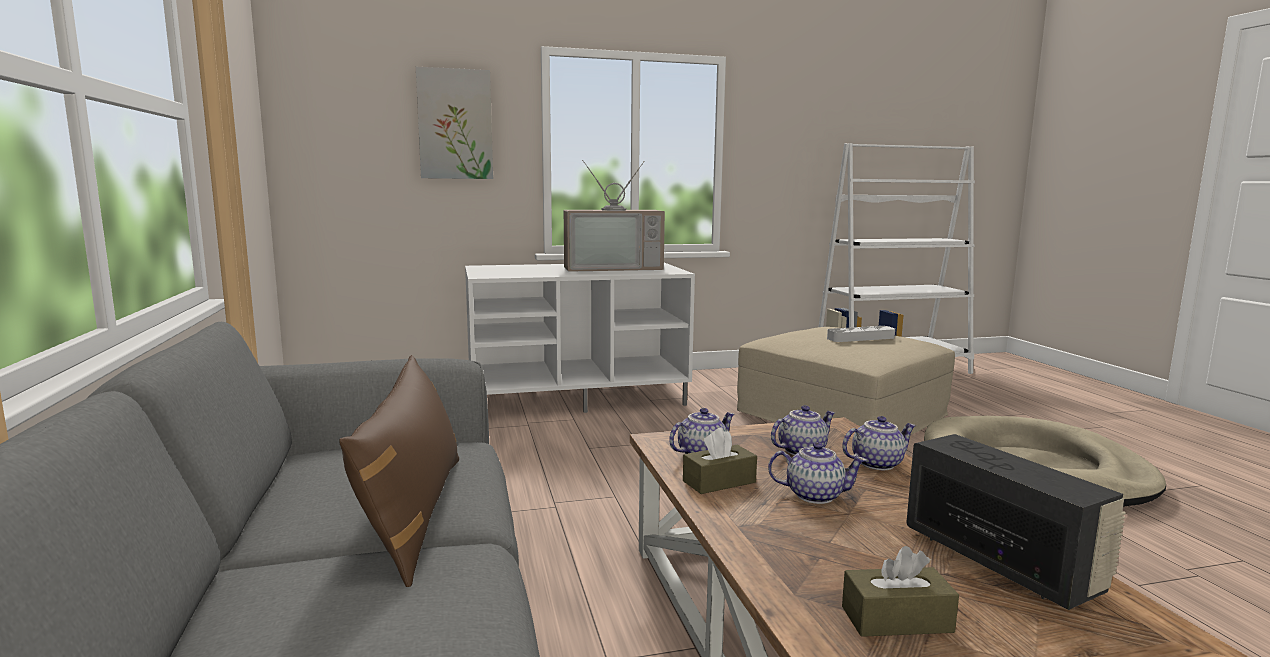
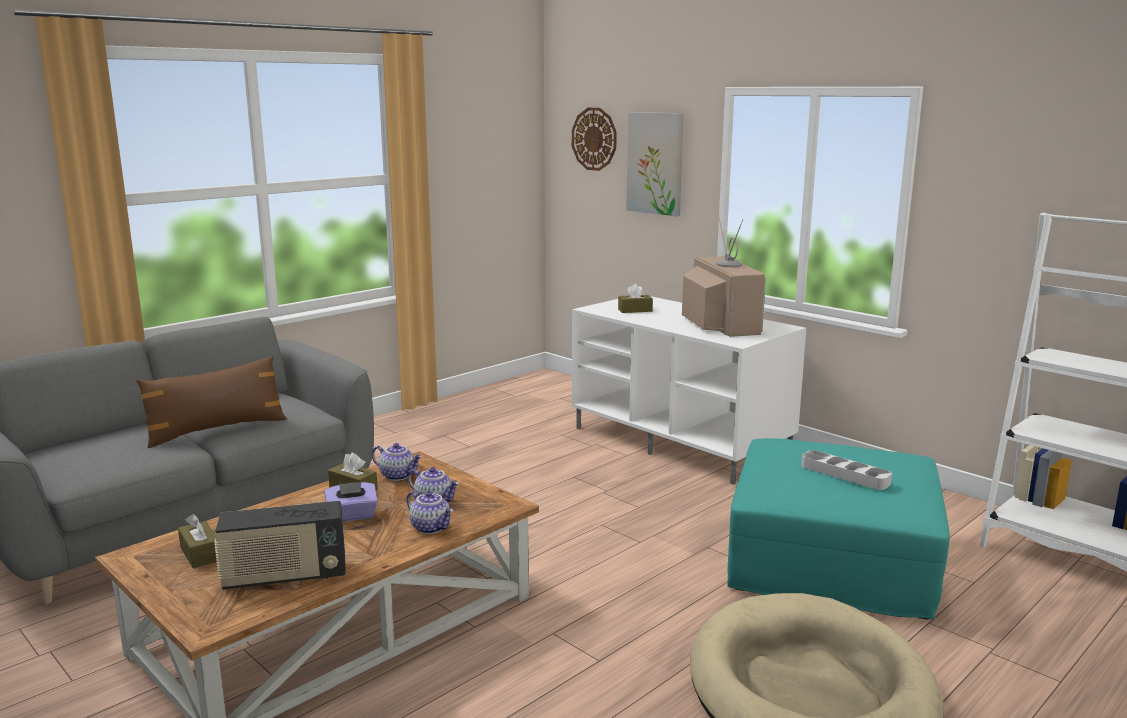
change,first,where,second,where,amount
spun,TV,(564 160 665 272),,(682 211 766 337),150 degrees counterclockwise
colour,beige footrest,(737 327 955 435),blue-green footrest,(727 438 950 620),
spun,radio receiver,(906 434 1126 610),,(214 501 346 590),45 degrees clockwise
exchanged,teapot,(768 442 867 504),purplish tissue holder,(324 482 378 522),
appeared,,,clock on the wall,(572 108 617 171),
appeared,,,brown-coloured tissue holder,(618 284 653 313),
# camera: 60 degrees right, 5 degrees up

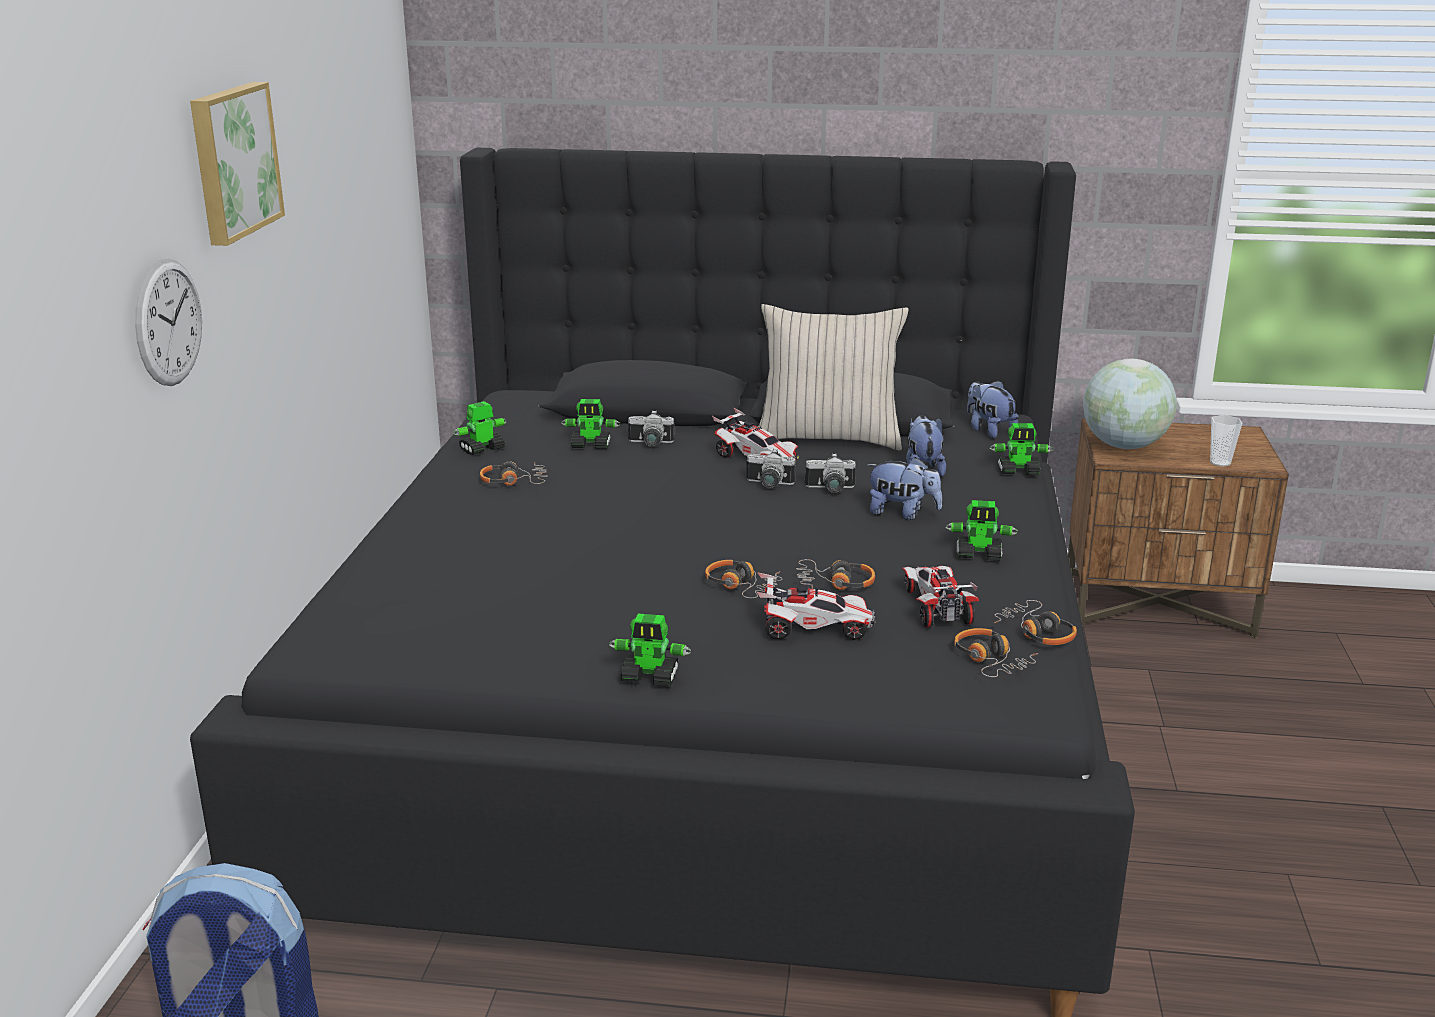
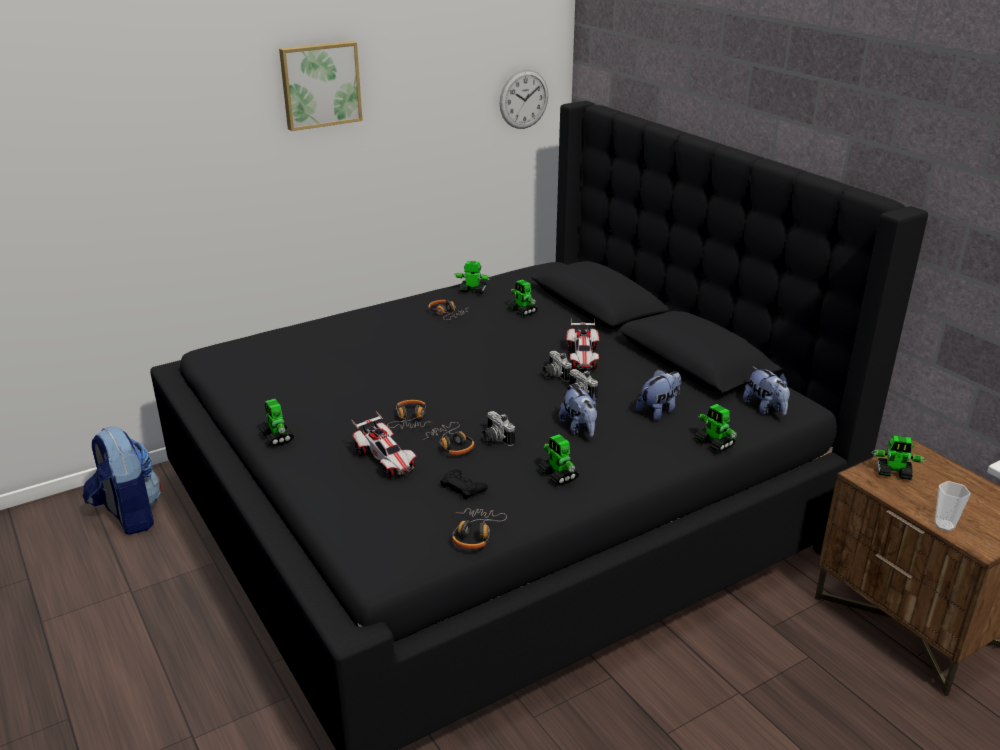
change,first,where,second,where,amount
relocated,clock on the wall,(135 258 202 386),,(500 70 548 129),
missing,beige throw pillow,(758 304 909 450),,,
exchanged,globe,(1083 359 1177 449),robot figure,(872 435 926 480),
spun,cuddly toy,(967 381 1019 439),,(743 367 790 416),135 degrees clockwise
relocated,photo camera,(628 410 675 447),,(482 411 515 446),
exchanged,toy car,(902 566 979 627),blackish gamepad,(440 469 488 499),
missing,headset,(954 628 1038 677),,,
# camera: 50 degrees right, 5 degrees up

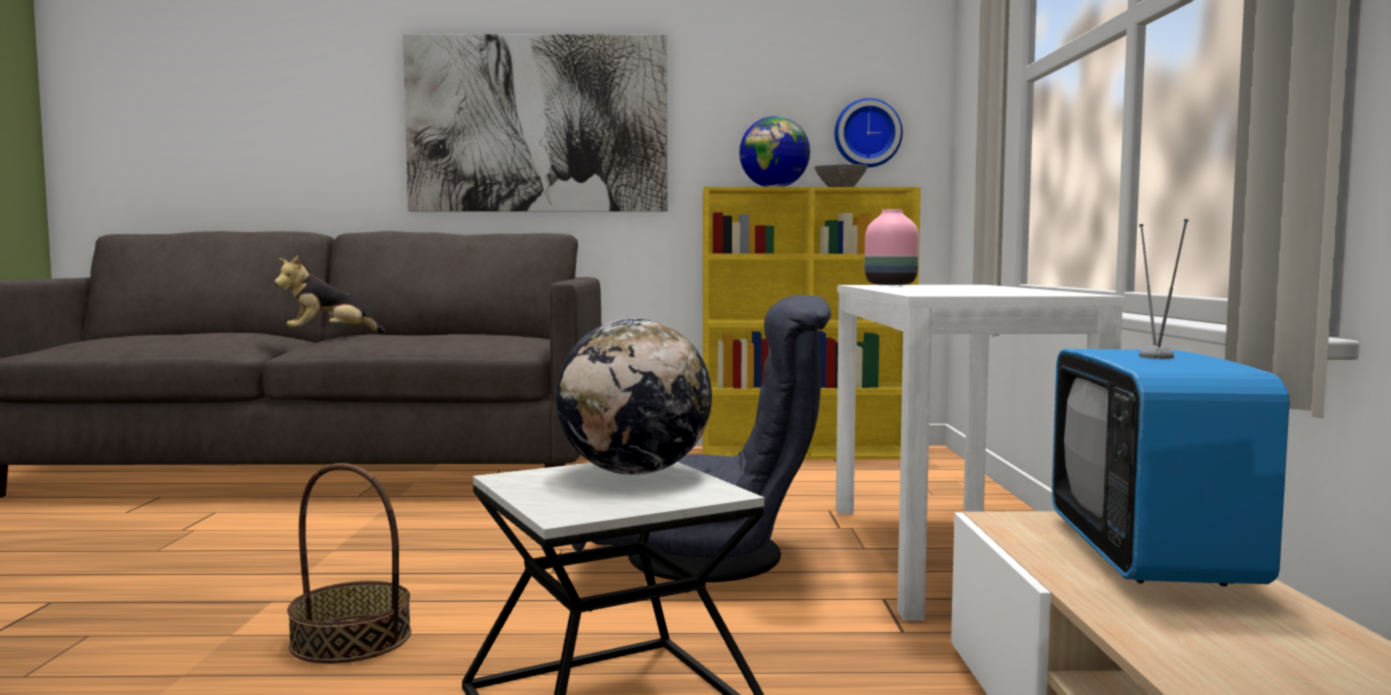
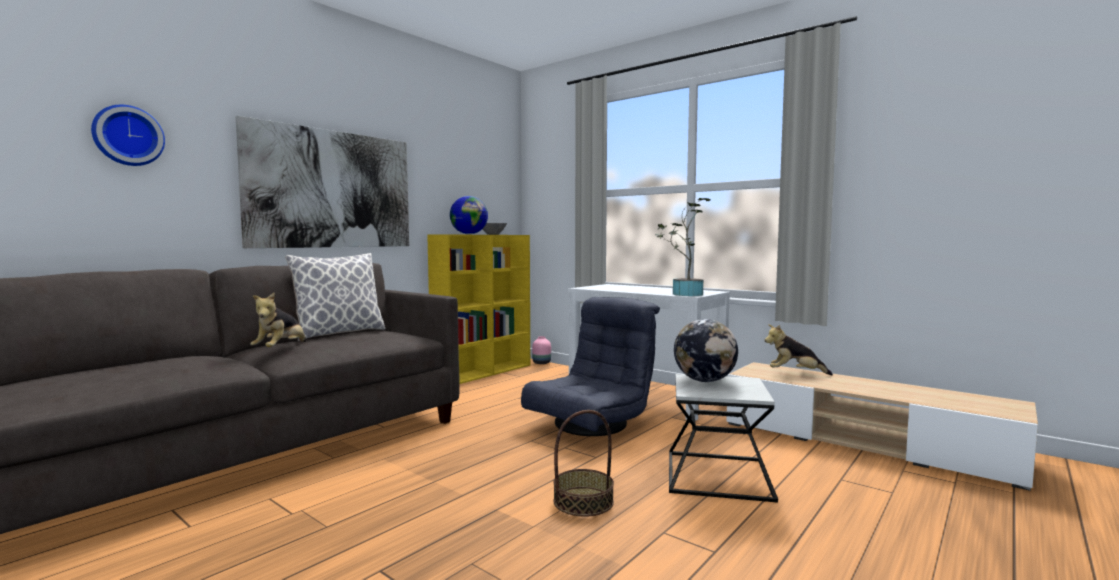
change,first,where,second,where,amount
relocated,clock on the wall,(834 98 903 167),,(91 105 165 166),
relocated,pink decorative vase,(865 209 919 285),,(532 336 551 364),
exchanged,TV,(1052 219 1290 586),cuddly toy,(765 324 833 375),
appeared,,,houseplant,(655 198 711 296),
appeared,,,throw pillow,(285 253 385 341),
# camera: 50 degrees left, 0 degrees up

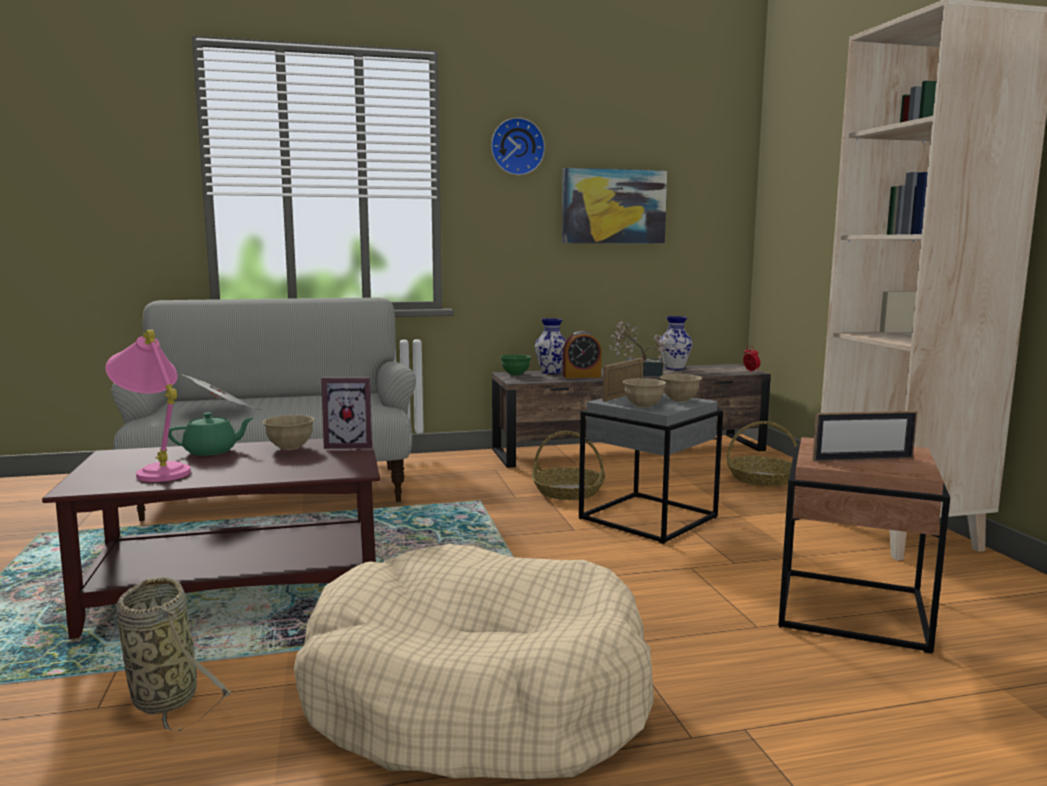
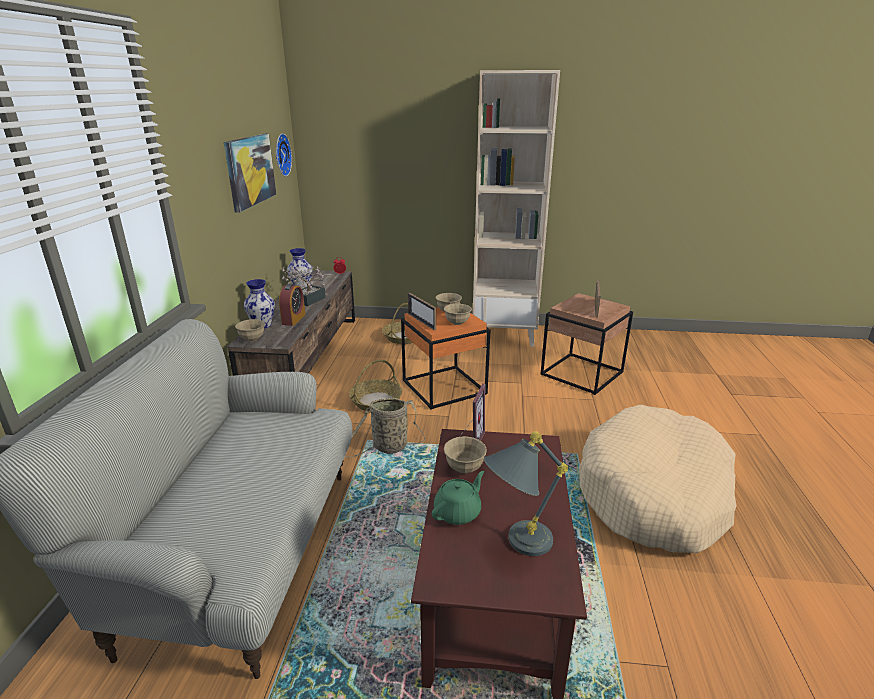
change,first,where,second,where,amount
relocated,clock on the wall,(491 117 545 175),,(276 133 292 177),
colour,pink table lamp,(105 330 191 482),gray table lamp,(484 431 568 556),
colour,greenish deep dish,(500 354 531 375),beige deep dish,(235 319 265 341),
missing,newspaper,(181 374 260 410),,,
colour,gray side table,(579 393 723 544),orangey side table,(401 307 491 410),
spun,greenish teapot,(168 412 253 456),,(432 471 484 525),45 degrees clockwise
relocated,household basket,(116 577 232 731),,(345 398 425 457),
# camera: 70 degrees left, 15 degrees up

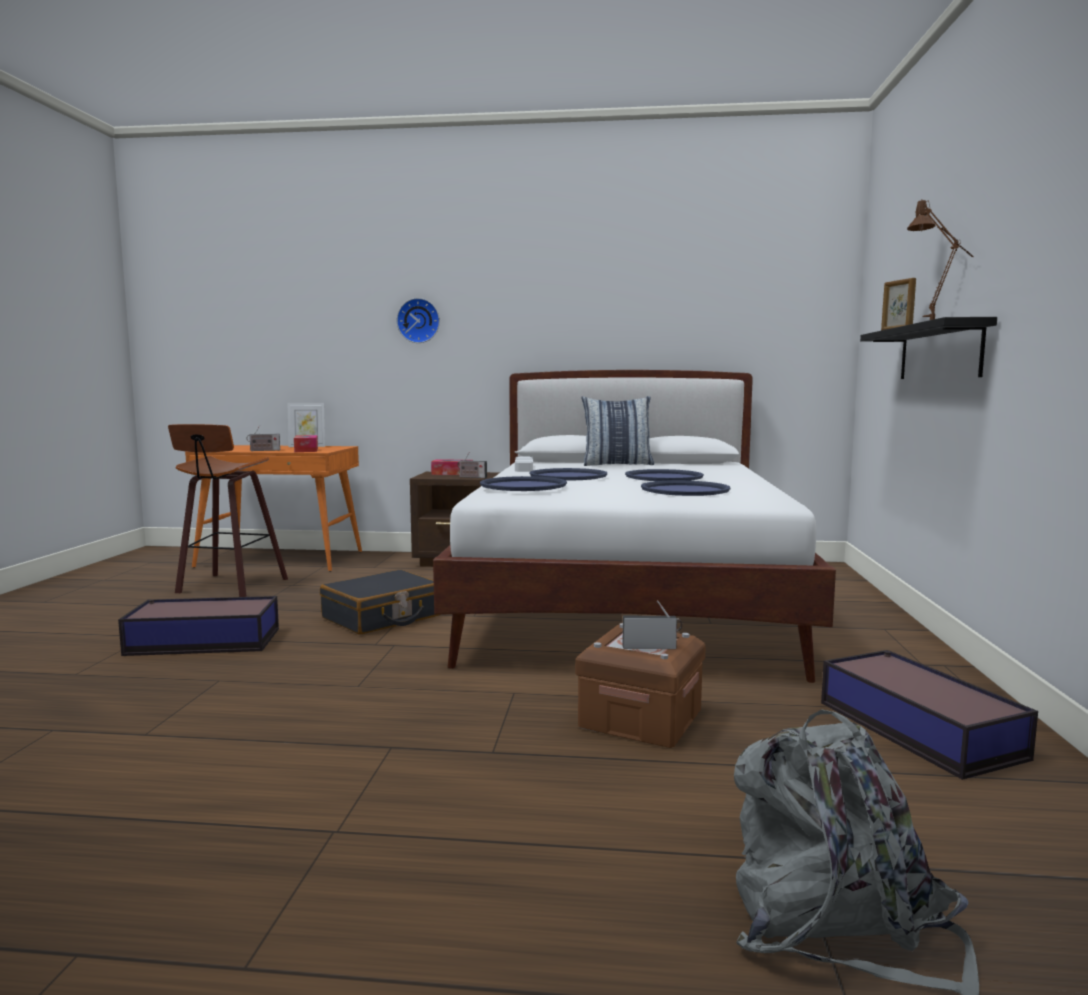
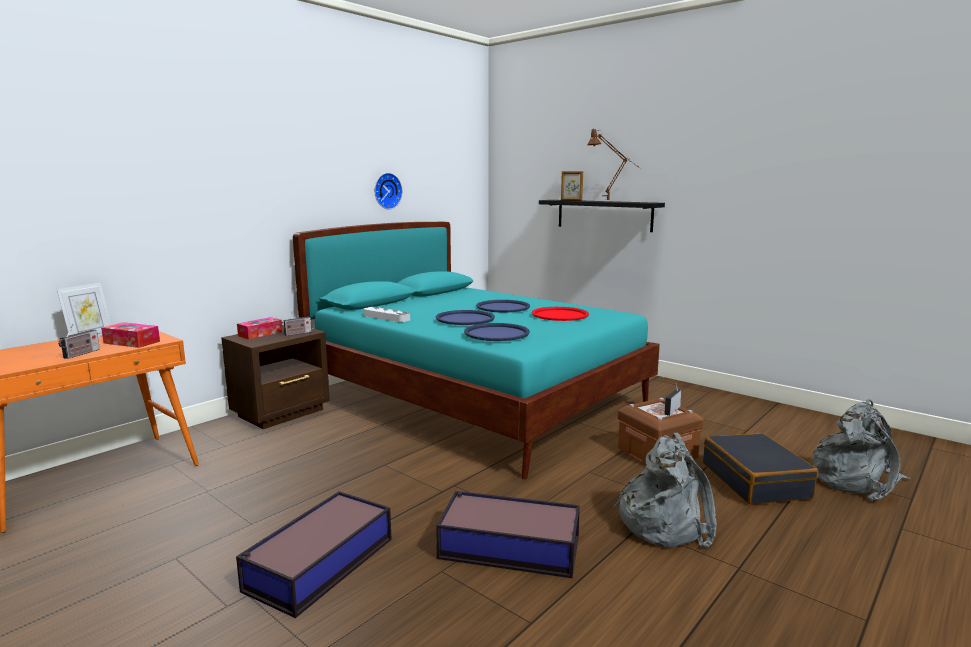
change,first,where,second,where,amount
relocated,clock on the wall,(397 298 440 343),,(375 173 402 209),
colour,whitish bedroom bed,(433 370 836 683),blue-green bedroom bed,(293 222 660 479),
missing,throw pillow,(582 396 654 466),,,
missing,stool seat,(168 424 288 597),,,
colour,blue-coloured tray,(641 480 730 496),reddish tray,(532 307 589 321),
relocated,blackish suitcase,(320 570 439 635),,(703 433 818 504),
relocated,storage bin,(821 650 1038 780),,(436 491 580 578),
appeared,,,gray backpack,(613 433 717 548),
# camera: 55 degrees left, 5 degrees up

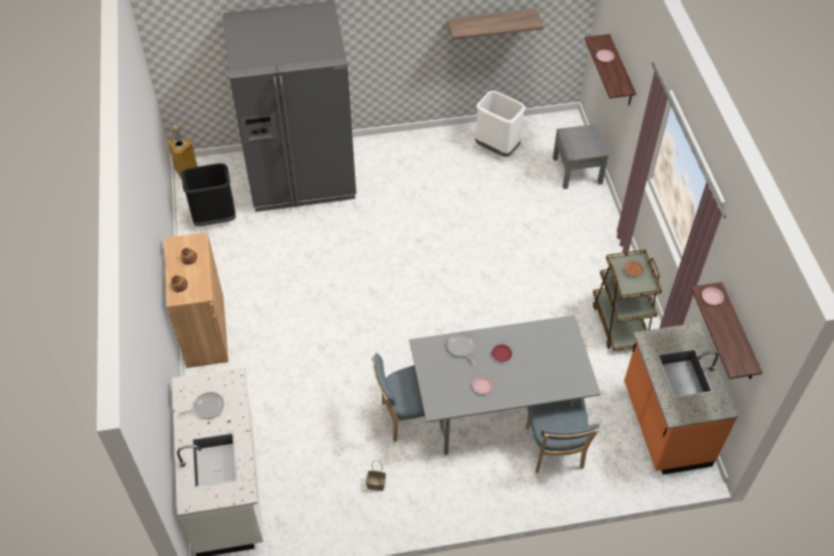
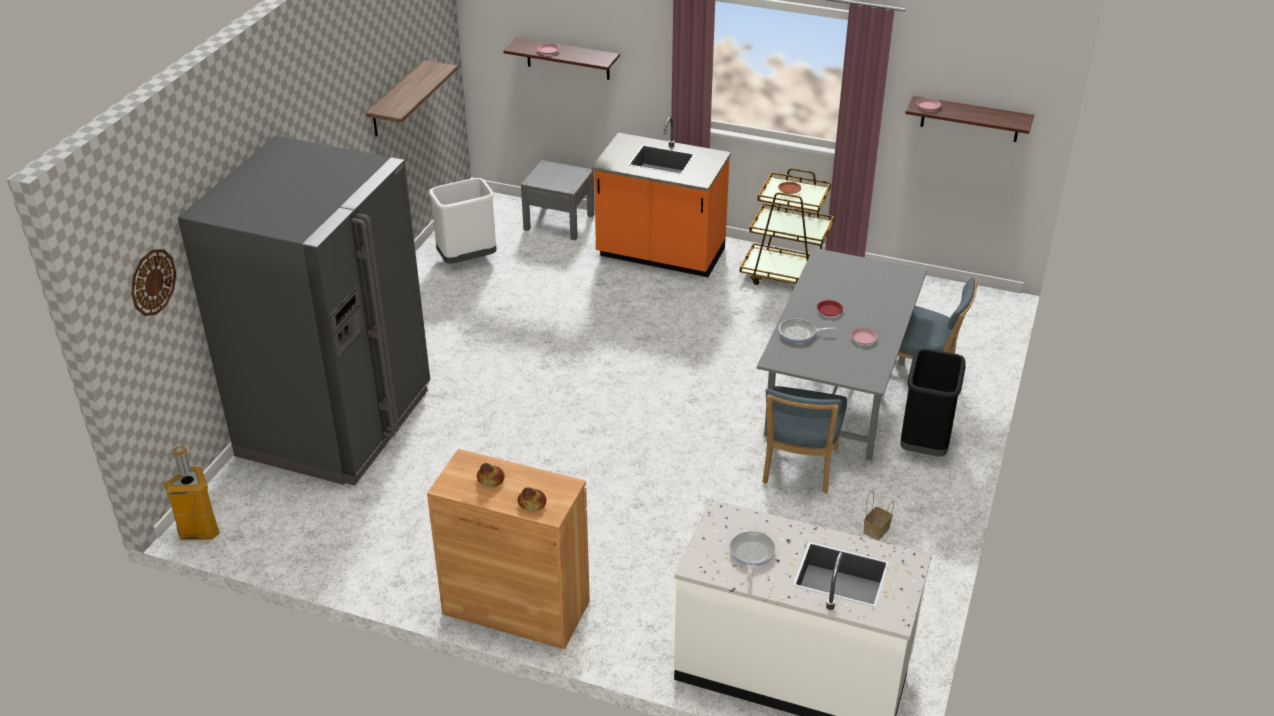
change,first,where,second,where,amount
relocated,blackish waste bin,(181 163 236 226),,(900 348 966 457),
relocated,orangey kitchen counter,(624 322 739 475),,(591 117 731 277),
appeared,,,clock on the wall,(131 249 176 316),
# camera: 60 degrees left, 15 degrees down

